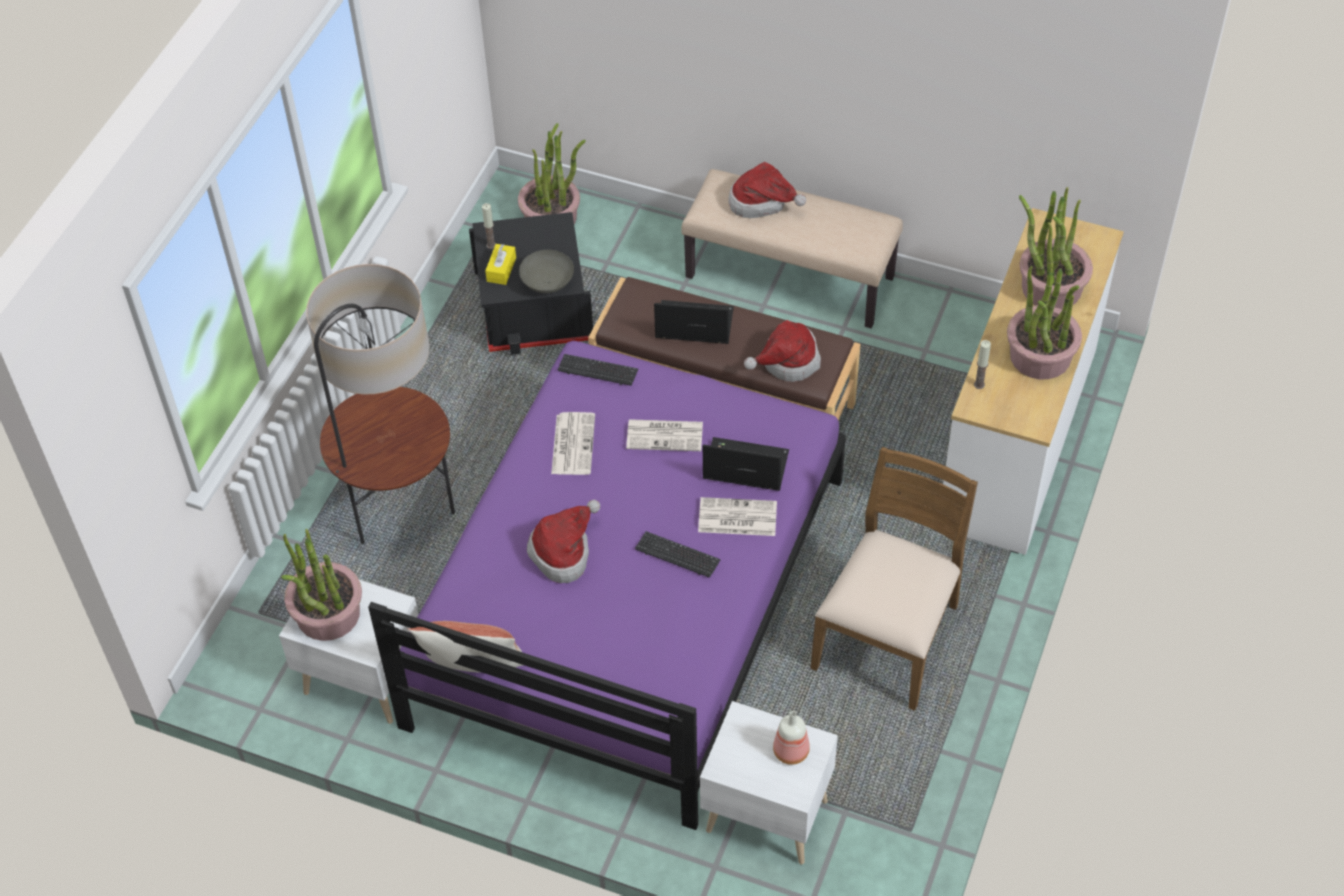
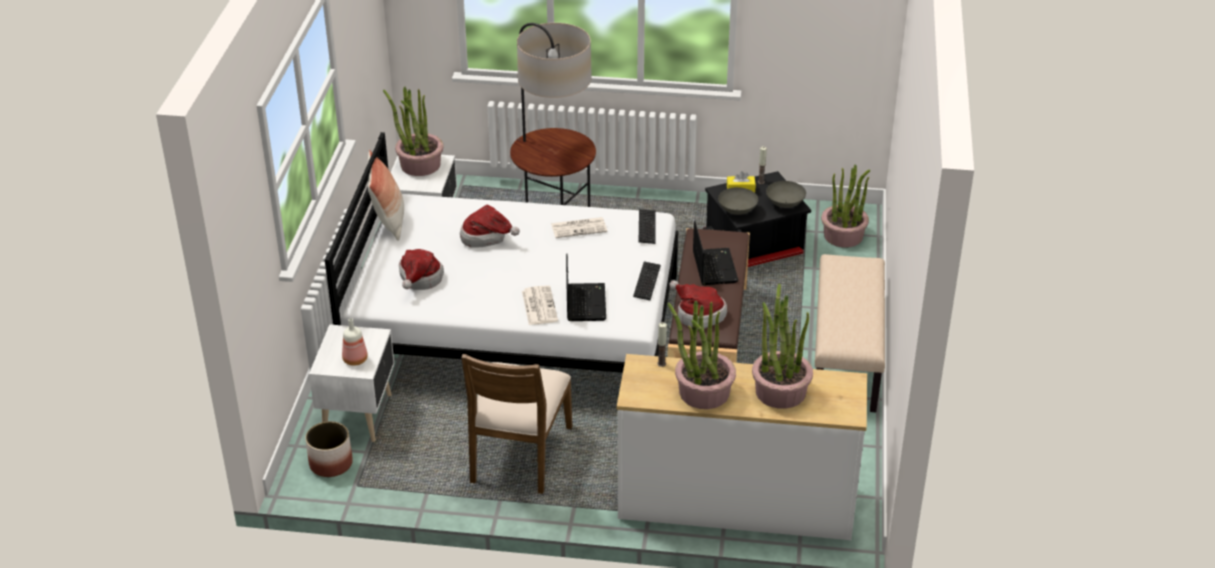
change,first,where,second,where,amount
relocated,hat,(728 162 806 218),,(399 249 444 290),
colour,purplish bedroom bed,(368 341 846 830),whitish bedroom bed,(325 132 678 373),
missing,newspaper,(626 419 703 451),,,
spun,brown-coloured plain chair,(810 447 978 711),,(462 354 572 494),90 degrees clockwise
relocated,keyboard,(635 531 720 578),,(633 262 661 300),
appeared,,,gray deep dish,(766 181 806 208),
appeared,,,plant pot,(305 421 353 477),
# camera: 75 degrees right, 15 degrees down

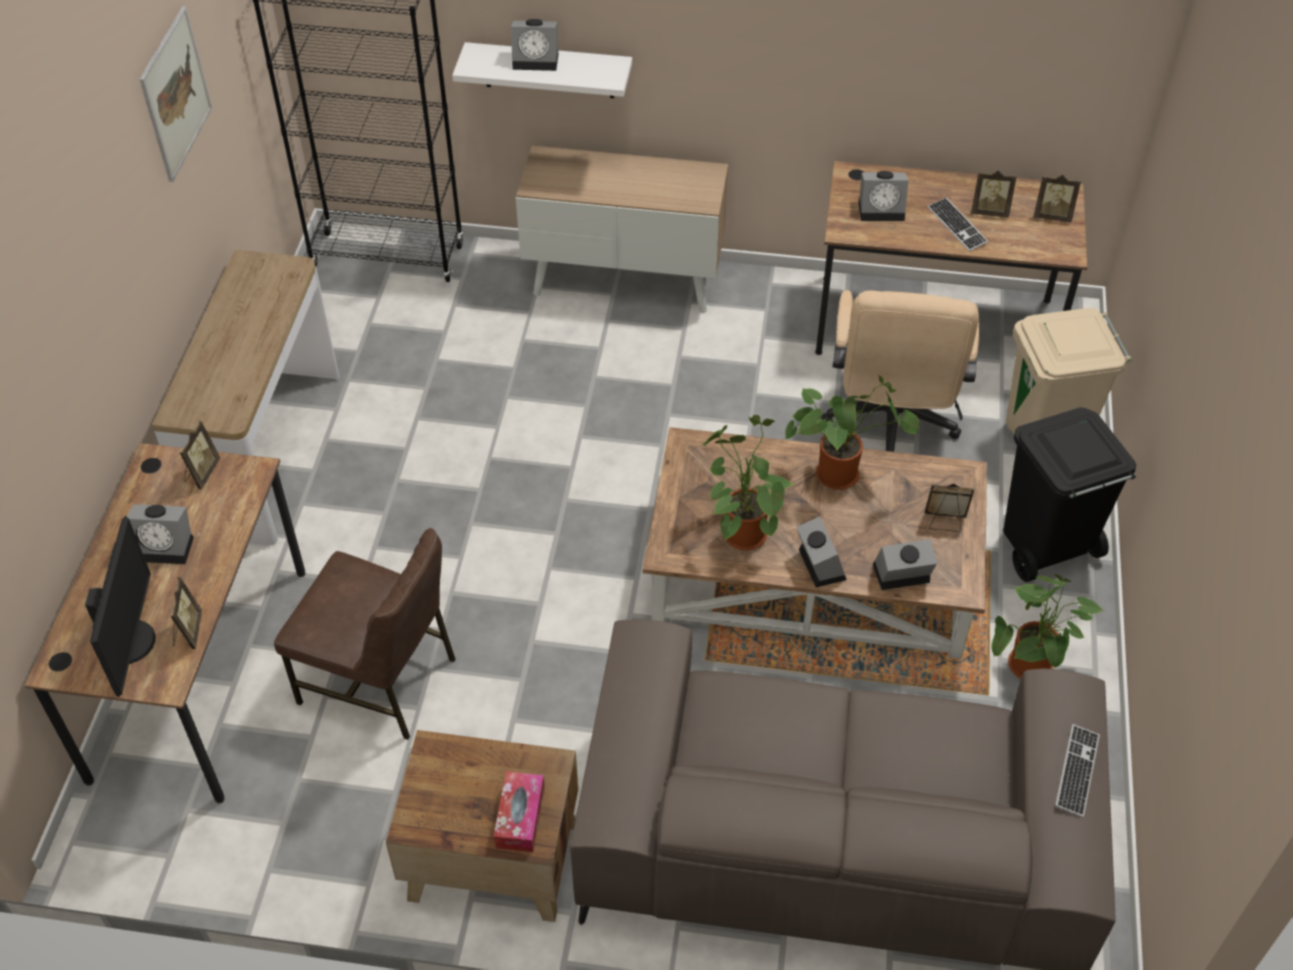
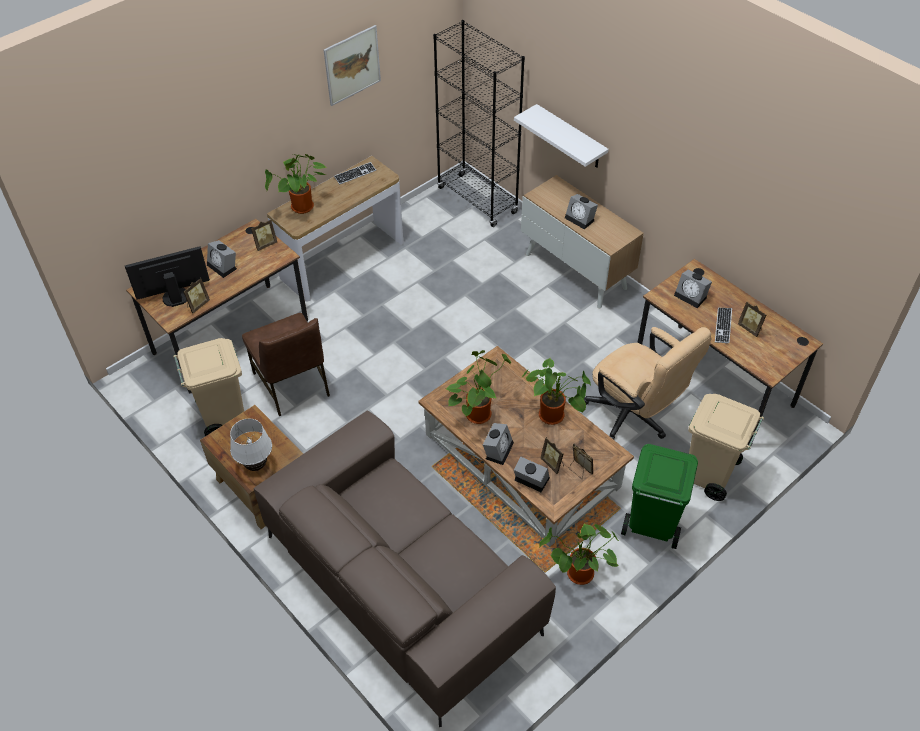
change,first,where,second,where,amount
relocated,alarm clock,(511 19 558 71),,(565 194 598 229),
relocated,photo frame,(1034 175 1081 222),,(541 437 564 474),
spun,beige desk chair,(821 290 979 452),,(584 327 712 440),90 degrees counterclockwise
colour,blackish waste bin,(1003 407 1136 582),greenish waste bin,(621 444 698 549),
spun,computer screen,(85 516 156 697),,(125 246 210 307),150 degrees counterclockwise
relocated,keyboard,(1055 724 1100 817),,(334 162 376 185),
exchanged,tissue holder,(494 771 545 852),whitish table lamp,(230 419 272 471),
appeared,,,houseplant,(265 154 327 214),
appeared,,,beige waste bin,(173 338 244 436),
# camera: 40 degrees right, 0 degrees up

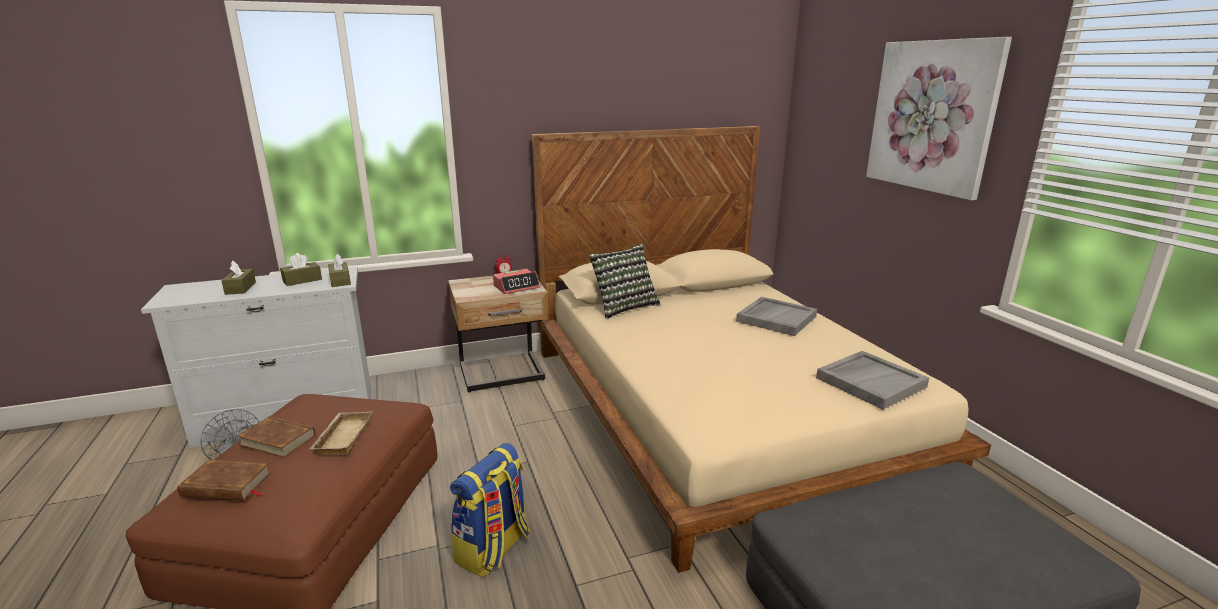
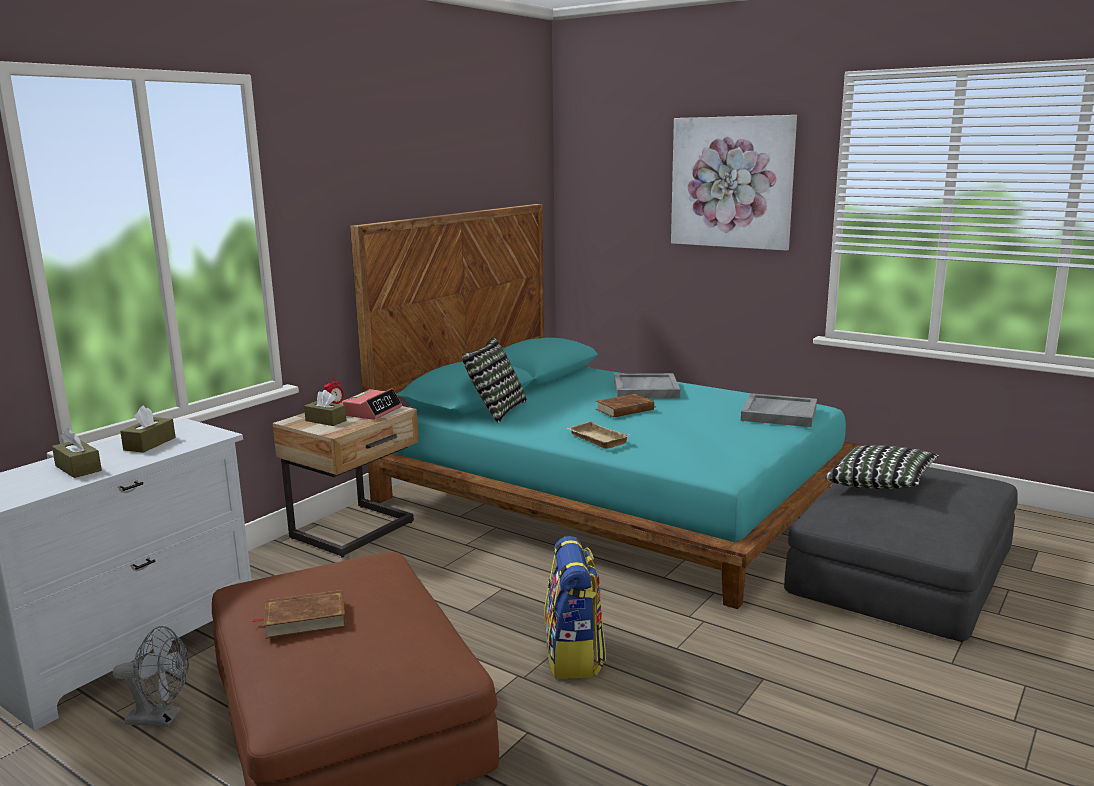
change,first,where,second,where,amount
colour,beige bedroom bed,(532 126 991 573),blue-green bedroom bed,(350 204 862 609),
relocated,brown-coloured tissue holder,(328 254 351 287),,(304 390 347 426),
relocated,beige tray,(310 411 372 455),,(566 421 630 449),
relocated,brown-coloured bound book,(177 460 271 501),,(596 394 656 418),
appeared,,,throw pillow,(825 445 939 489),
# camera: 35 degrees left, 5 degrees down

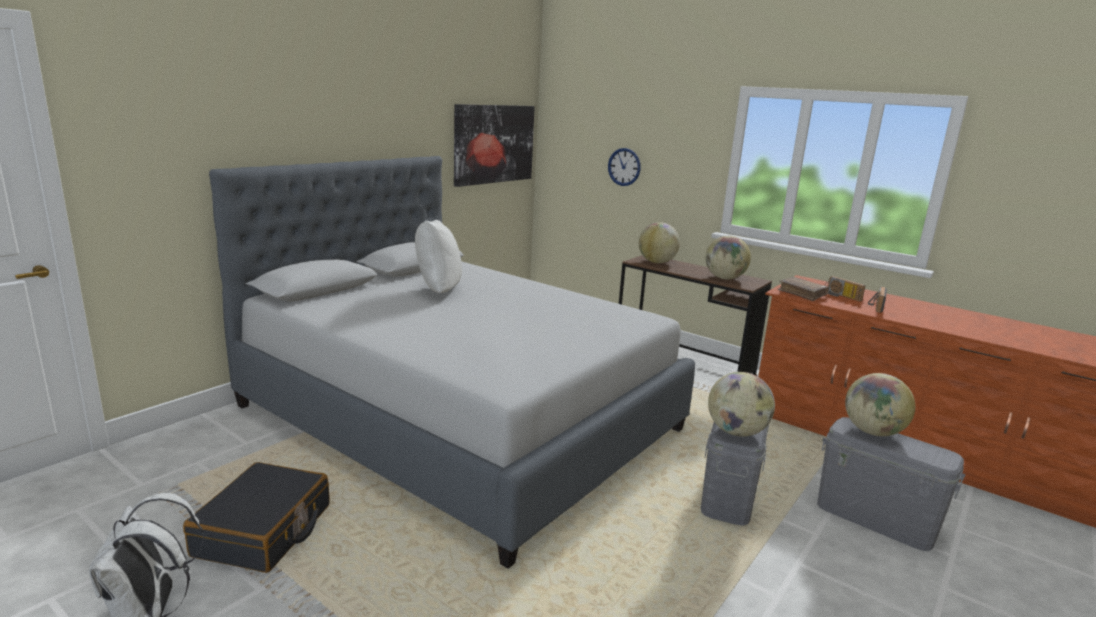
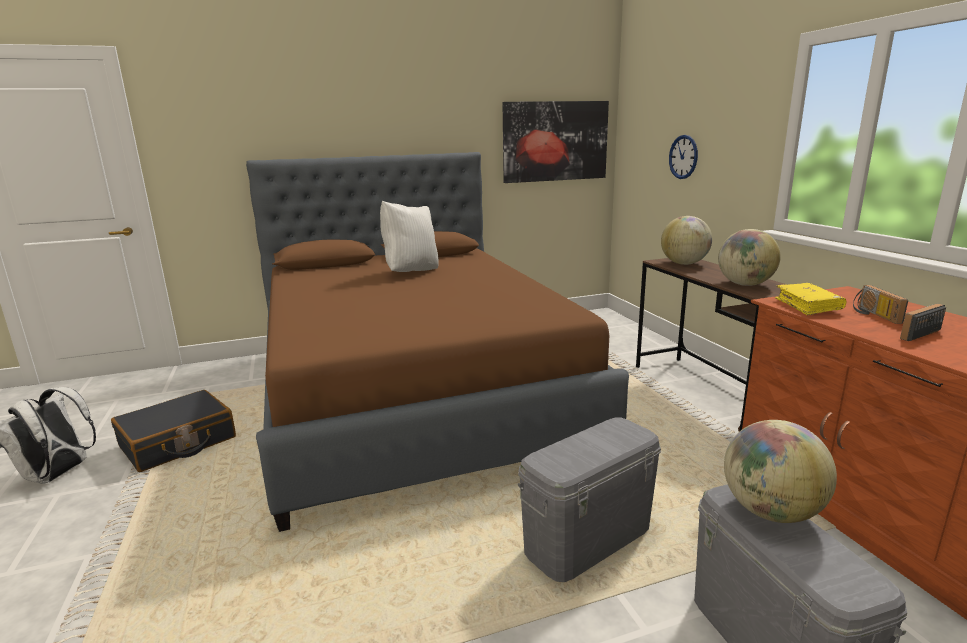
change,first,where,second,where,amount
colour,gray bedroom bed,(209 156 695 569),brown-coloured bedroom bed,(246 152 629 532),
colour,brown-coloured bound book,(778 277 829 301),yellow-coloured bound book,(775 283 846 315),
missing,globe,(708 372 775 437),,,
# camera: 35 degrees right, 0 degrees up

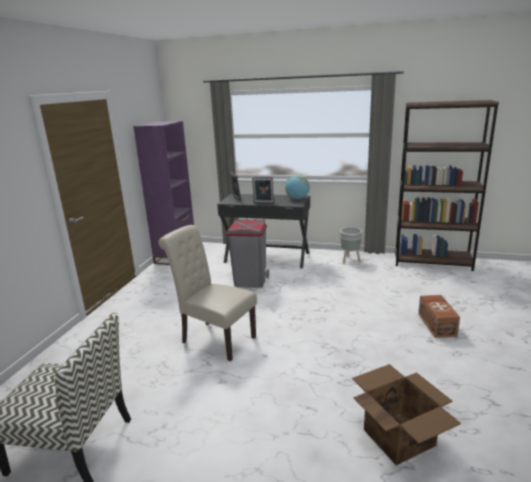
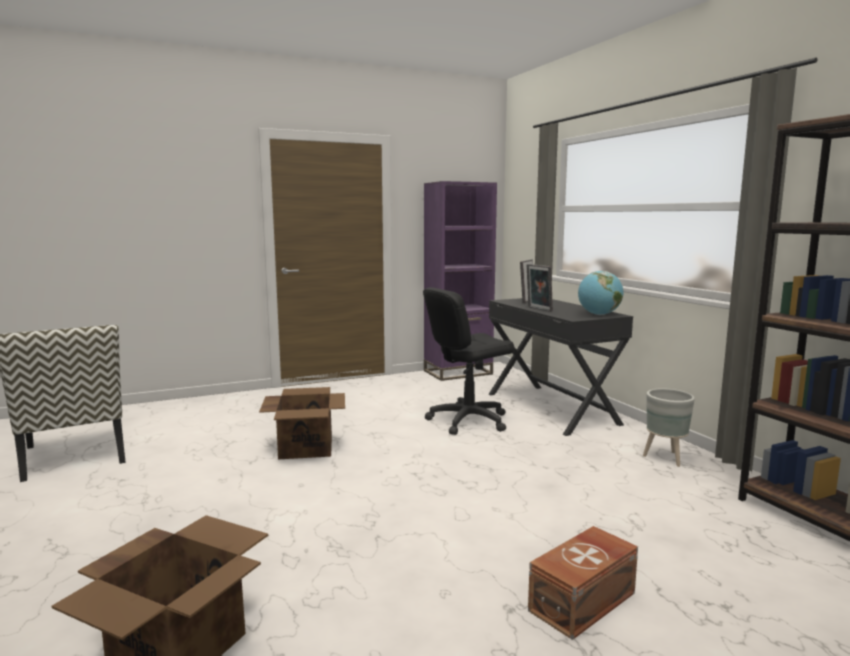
change,first,where,second,where,amount
exchanged,gray waste bin,(226 219 269 288),blackish desk chair,(423 287 515 435),
exchanged,beige plain chair,(158 225 257 361),cardboard box,(259 387 345 459),
# camera: 50 degrees right, 10 degrees down

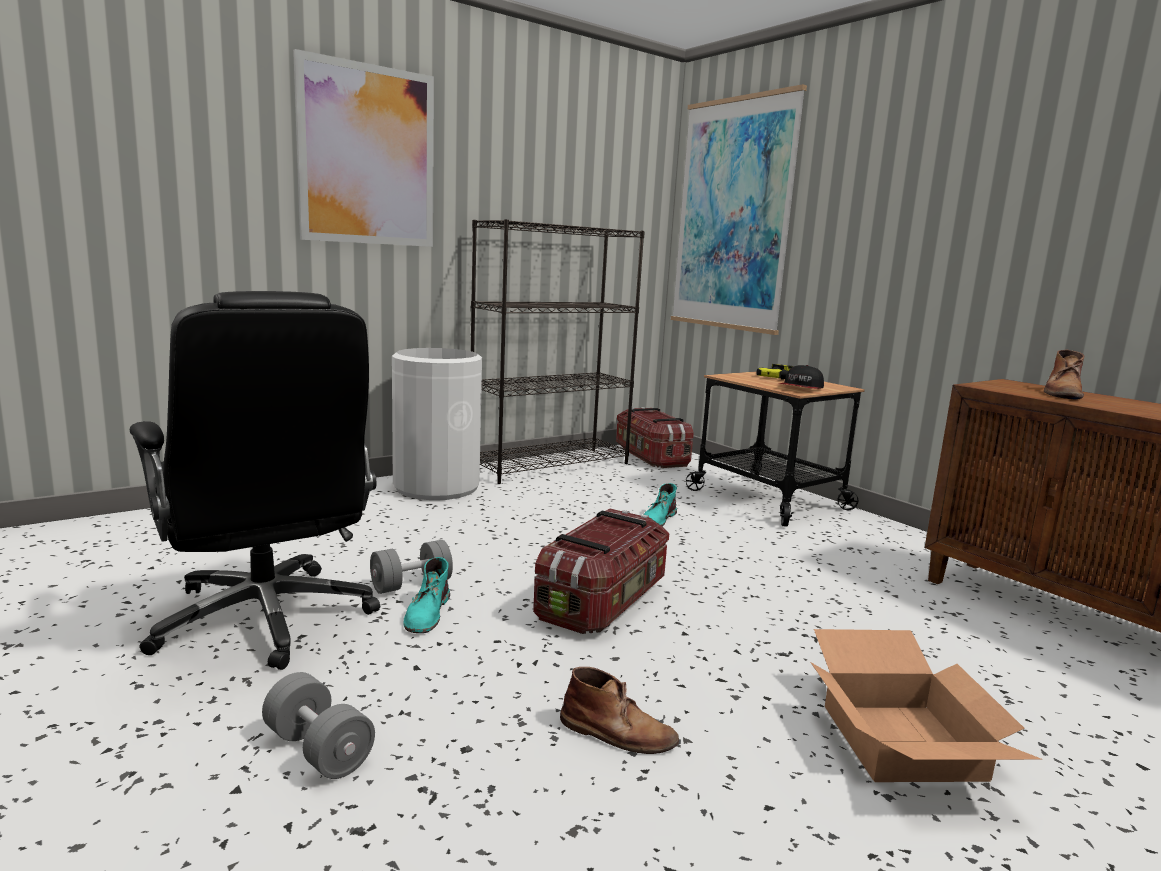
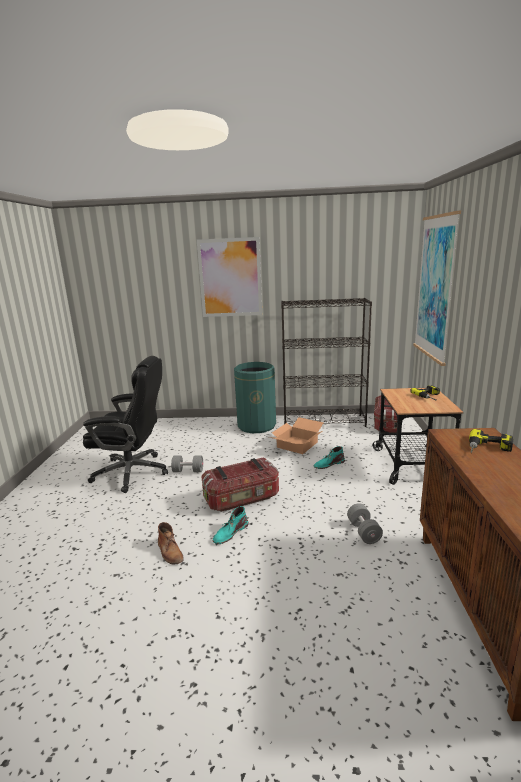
change,first,where,second,where,amount
spun,blackish desk chair,(129 291 380 670),,(83 356 168 493),90 degrees counterclockwise
colour,whitish waste bin,(392 348 482 500),greenish waste bin,(234 362 276 433),
exchanged,brown-coloured tall boot,(1044 350 1084 400),power drill,(469 429 513 453),
missing,peaked cap,(778 365 824 389),,,
relocated,blue-green tall boot,(403 557 450 633),,(213 506 249 544),
relocated,cardboard box,(810 629 1043 782),,(269 417 324 454),
relocated,gray free weight,(262 672 375 779),,(347 503 383 544),
# camera: 40 degrees right, 5 degrees up

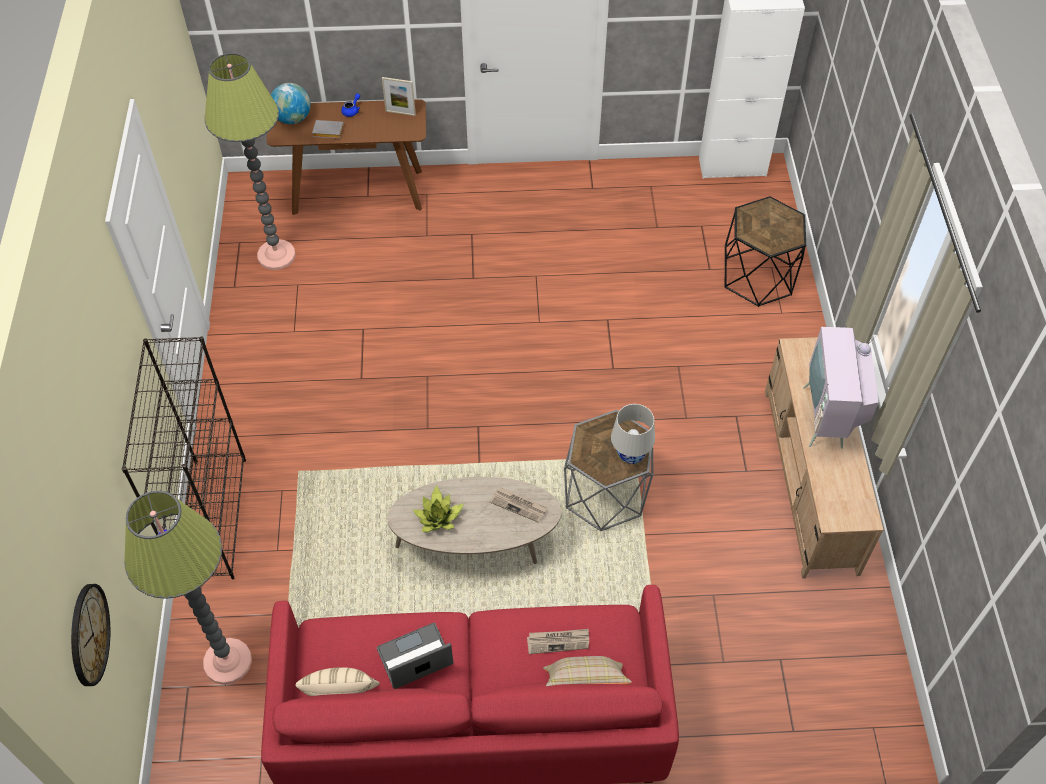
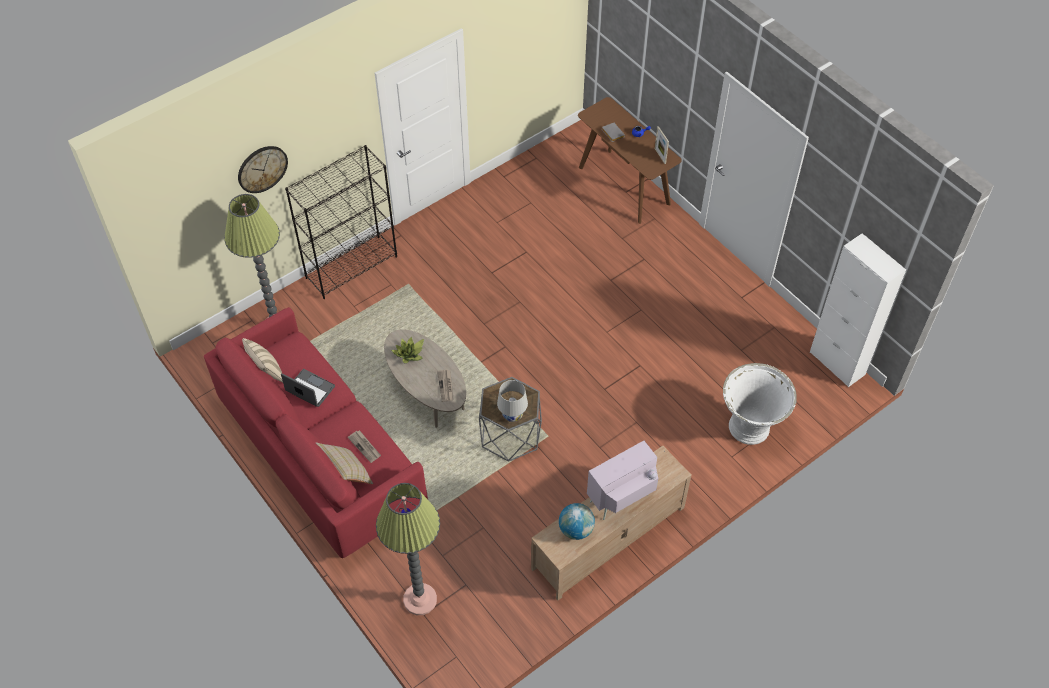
change,first,where,second,where,amount
relocated,floor lamp,(204 53 296 270),,(376 483 440 615),
relocated,globe,(271 83 311 124),,(559 503 595 540),
exchanged,blackish side table,(724 196 806 307),whitish plant pot,(723 363 797 445),
relocated,clock on the wall,(71 584 110 686),,(238 146 288 193),
# camera: 55 degrees right, 0 degrees up

